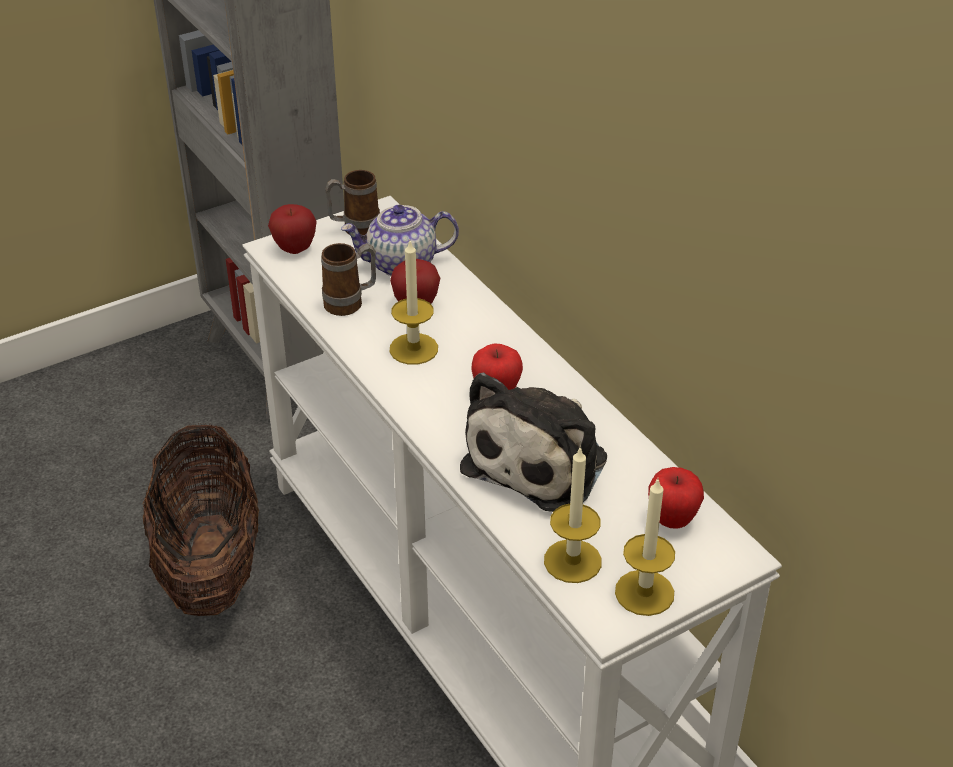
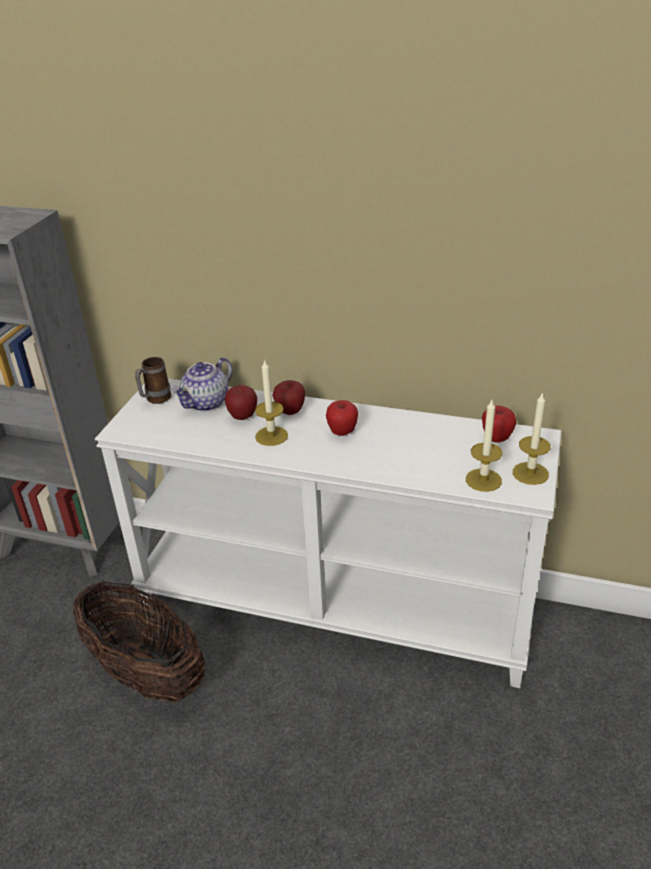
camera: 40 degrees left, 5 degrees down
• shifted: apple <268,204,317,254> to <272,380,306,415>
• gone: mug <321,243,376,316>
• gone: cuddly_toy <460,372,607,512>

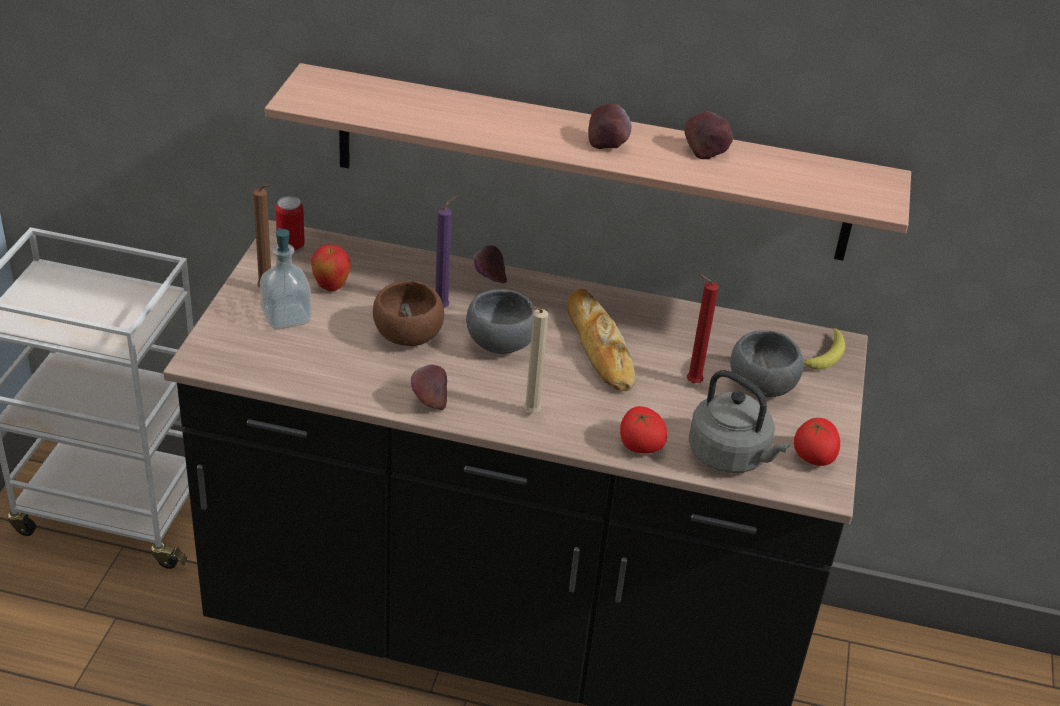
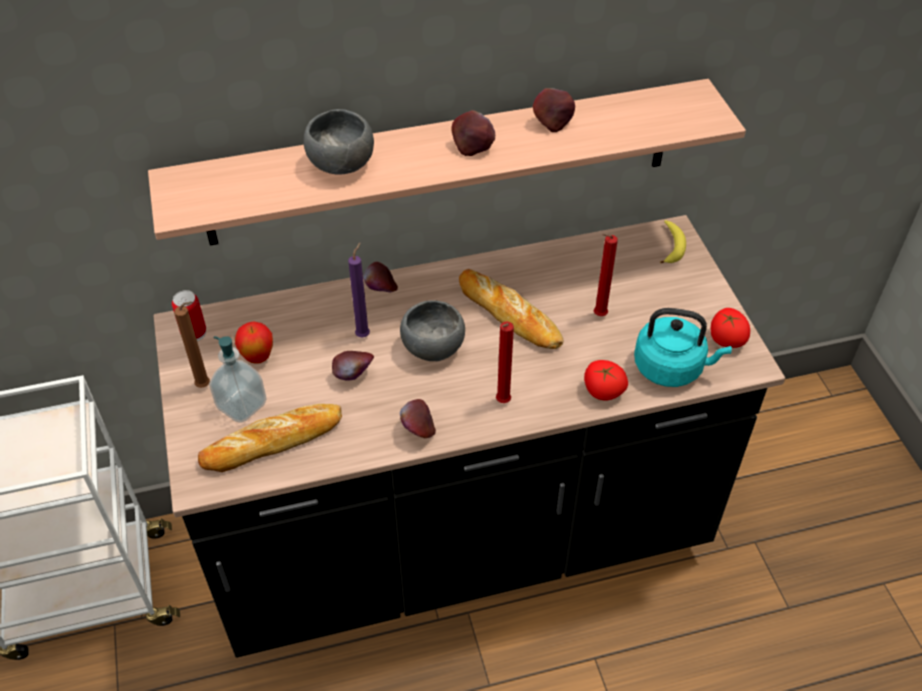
camera: 25 degrees left, 10 degrees up
• swapped: brown_serving_bowl <373,281,444,346> to apple <332,351,374,381>
• repainted: beige_candle <524,306,548,413> to reddish_candle <496,321,514,403>
• repainted: gray_water_kettle <689,370,790,473> to turquoise_water_kettle <634,308,732,387>
• shifted: gray_serving_bowl <730,330,804,397> to <303,109,374,175>
• new: bakery_bread <198,404,342,472>

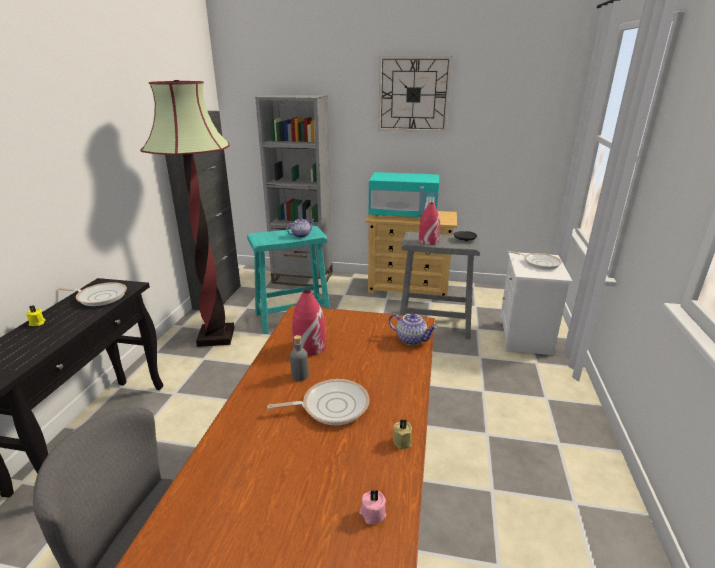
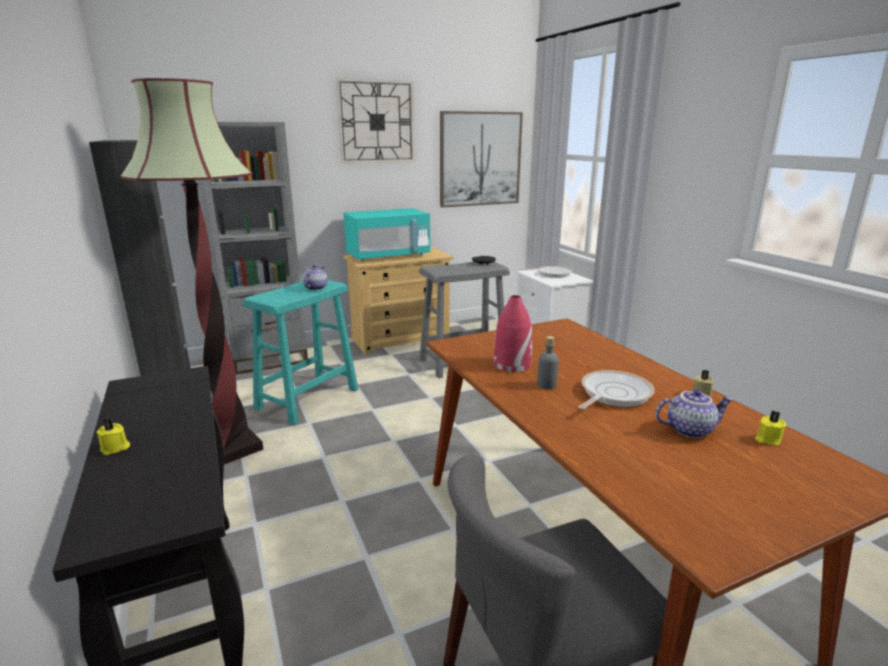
camera: 35 degrees left, 5 degrees down
• gone: skillet <57,282,127,306>
• repainted: pink-coloured_candle <359,489,386,524> to yellowish_candle <755,411,786,446>
• shifted: pot_for_tea <389,313,437,345> to <655,389,733,438>
• gone: reddish_decorative_vase <419,203,440,245>
• new: picture <440,111,523,208>

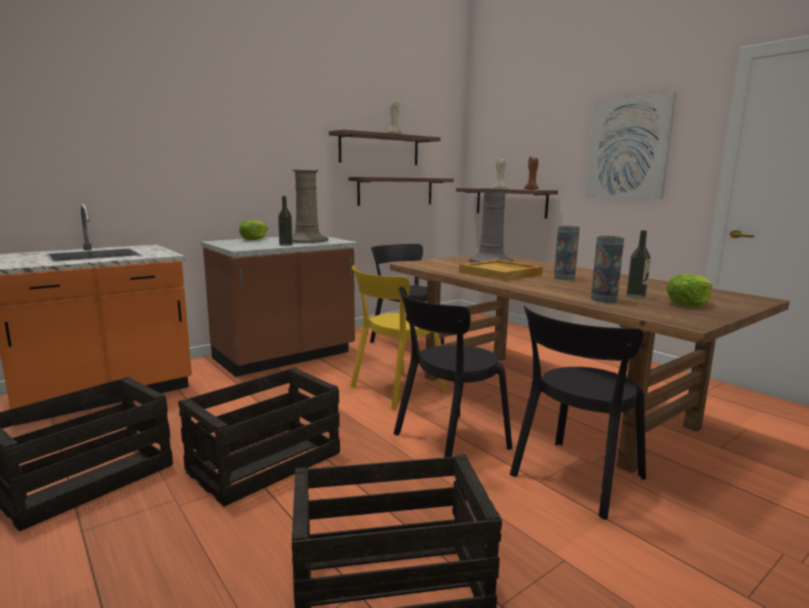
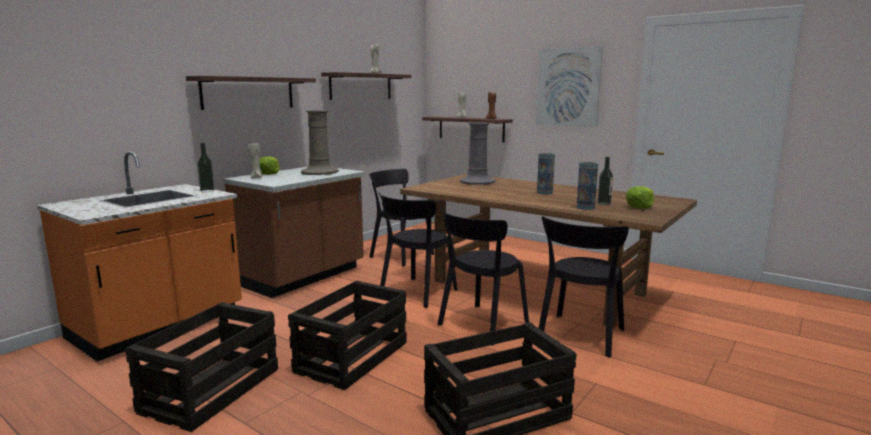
camera: 15 degrees left, 0 degrees up
• shifted: bottle <278,196,293,246> to <197,143,214,192>
• shifted: bracket_shelf <348,177,454,206> to <186,76,316,110>
• repainted: yellowish_upright_chair <350,265,446,410> to blackish_upright_chair <378,193,458,308>
• gone: beige_carrying_tray <459,259,543,281>
• new: beige_candle <248,143,263,178>

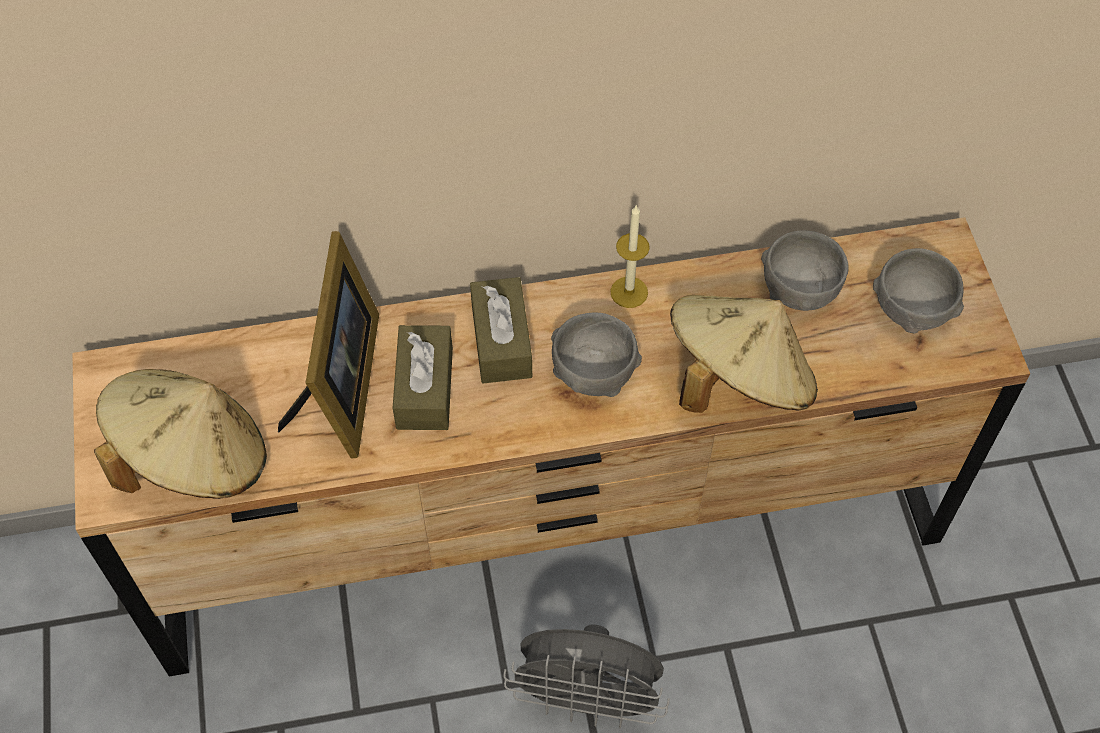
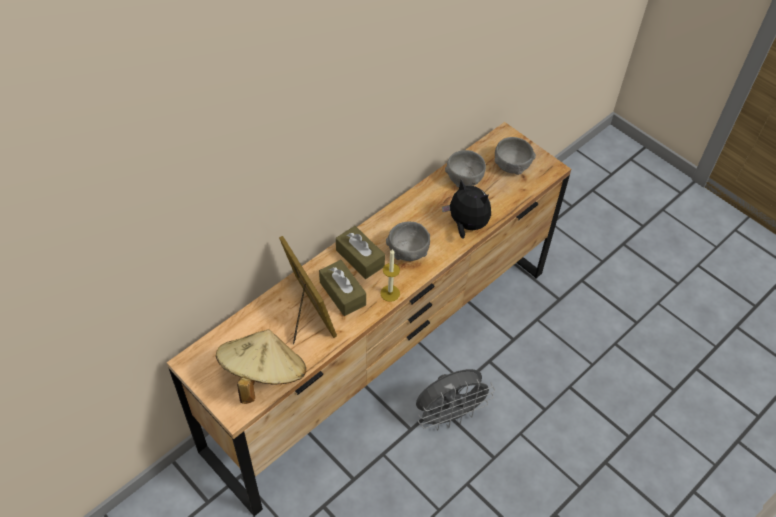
camera: 35 degrees left, 5 degrees down
• shifted: candle <610,206,650,308> to <380,249,400,302>
• swapped: beige_wearable_hat <670,295,818,413> to cuddly_toy <442,180,491,239>

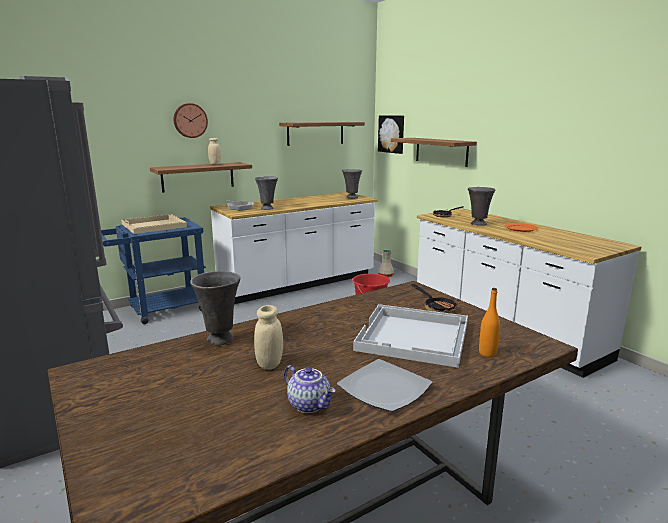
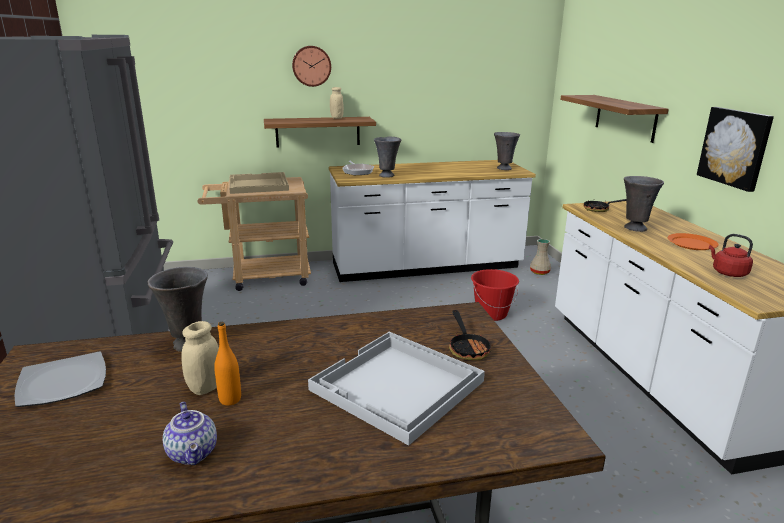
camera: 20 degrees right, 5 degrees up
• repainted: bluish_wheeled_cart <101,217,206,324> to beige_wheeled_cart <198,177,311,291>
• gone: bracket_shelf <279,122,365,146>
• shifted: plate <337,359,432,412> to <14,351,106,407>
• shifted: picture <378,115,404,154> to <697,107,774,192>
• shifted: orangey_bottle <479,288,500,357> to <214,322,241,406>
• new: reddish_water_kettle <709,234,753,277>

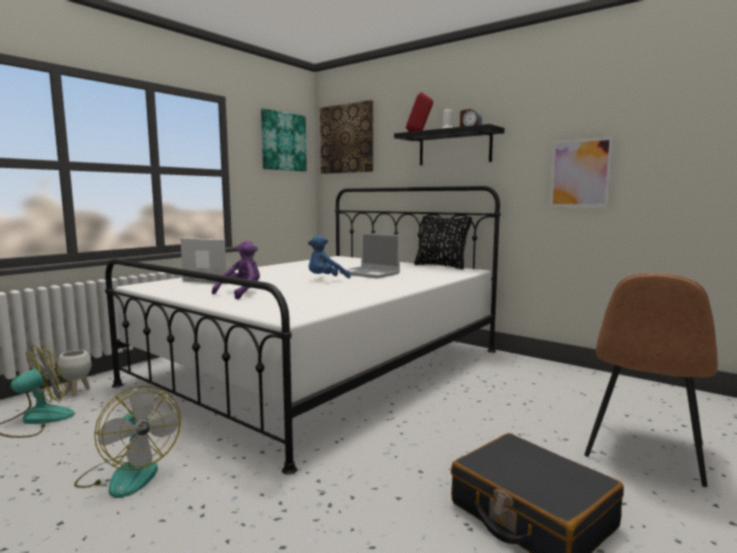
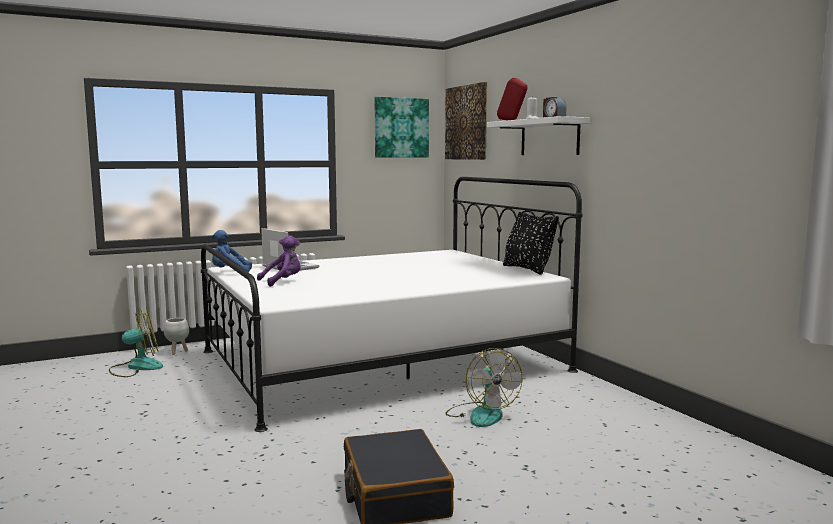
camera: 25 degrees right, 0 degrees up
• shifted: electric_fan <74,386,181,498> to <445,348,522,427>
• shifted: bluish_cuddly_toy <308,235,351,278> to <212,230,252,272>
• gone: portable_computer <339,233,400,278>
• repainted: blackish_bracket_shelf <394,124,504,165> to white_bracket_shelf <487,116,590,155>
• gone: picture <549,137,614,208>
• gone: brown_upright_chair <584,273,718,487>

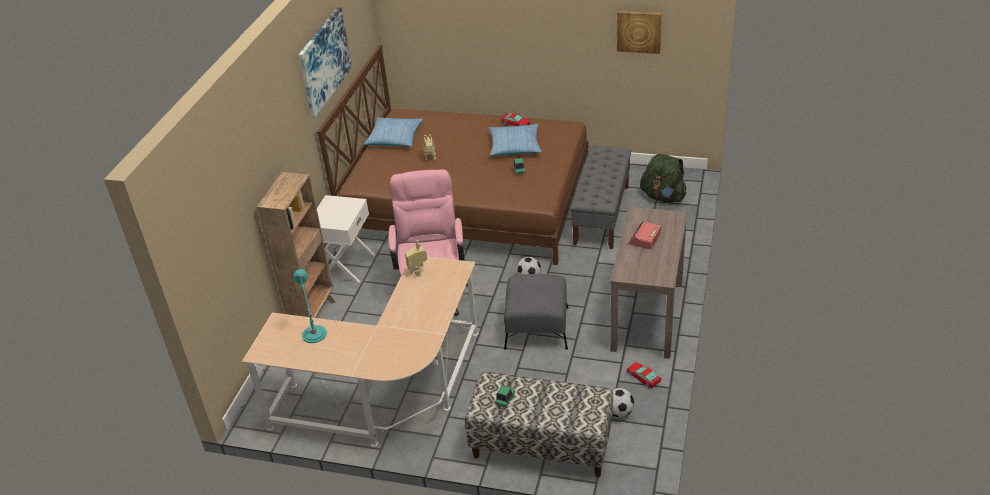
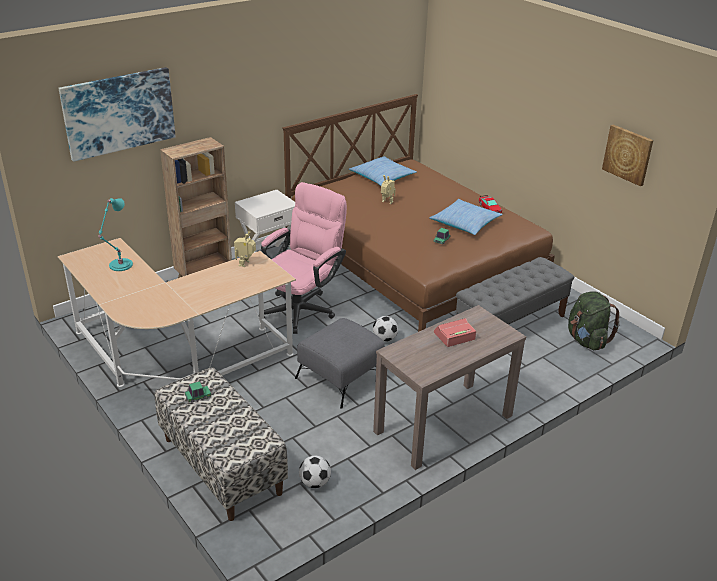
camera: 35 degrees right, 5 degrees down
• shifted: picture <298,7,352,118> to <59,67,176,162>
• gone: miniature_car <627,362,661,388>

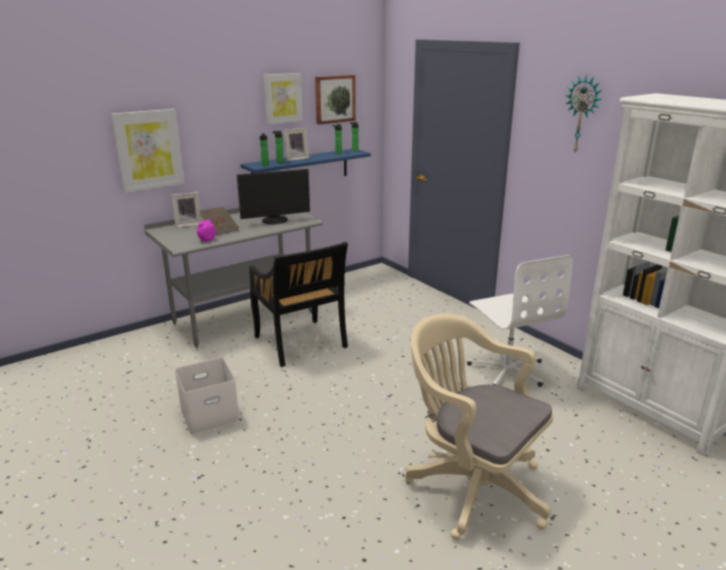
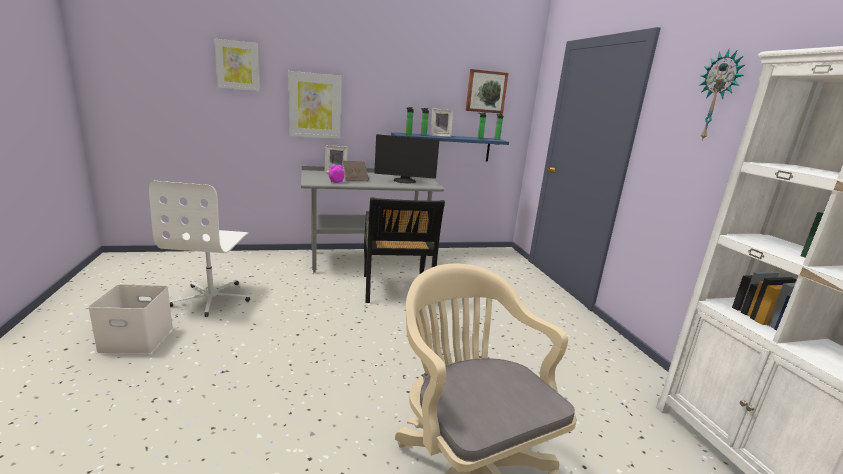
camera: 20 degrees right, 5 degrees down
• shifted: white_storage_box <175,357,240,435> to <88,284,173,354>
• shifted: picture <263,73,303,124> to <214,39,260,91>
• shifted: white_computer_chair <467,255,573,387> to <149,181,250,317>

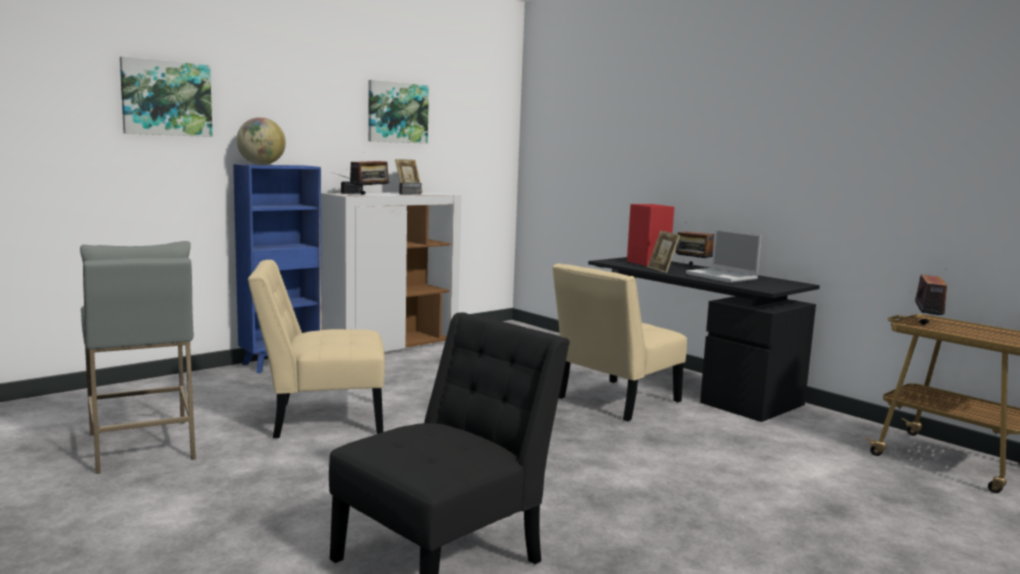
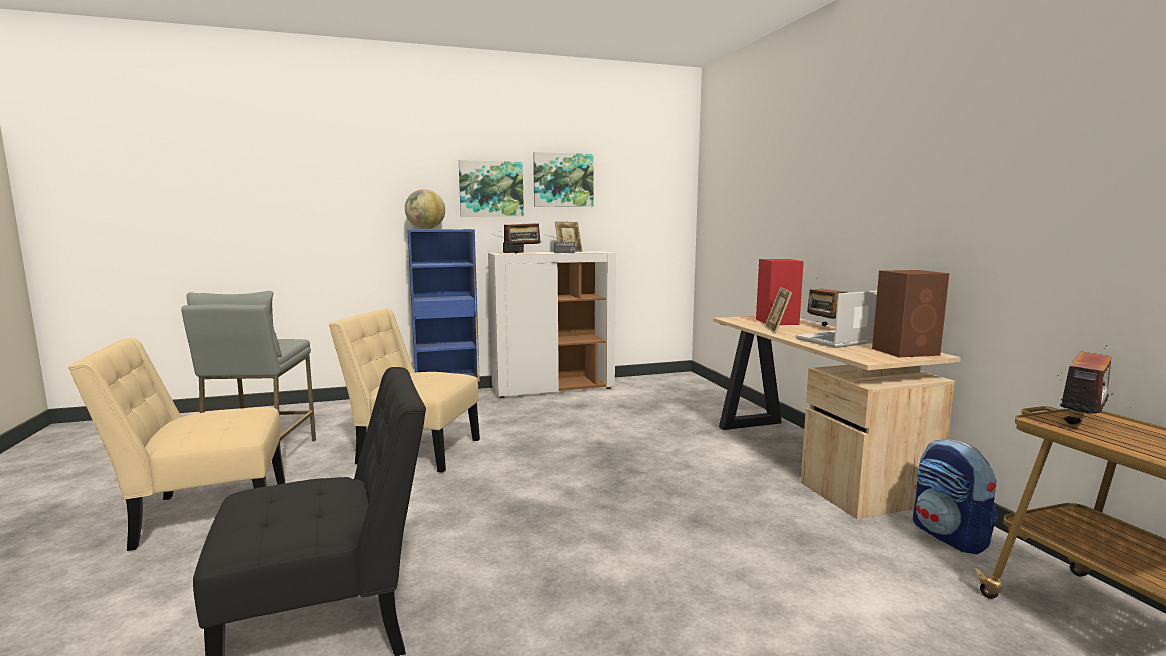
camera: 25 degrees right, 0 degrees up
• shifted: picture <120,56,213,137> to <459,160,524,217>
• shifted: beige_upright_chair <552,263,687,421> to <68,338,285,551>
• repainted: blackish_desk <588,257,820,422> to beige_desk <713,316,961,519>
• rotated: portable_computer <686,229,761,283> = <796,290,877,348> 75 degrees clockwise
• new: brown_loudspeaker <872,270,949,357>
• new: knapsack <913,439,997,554>

